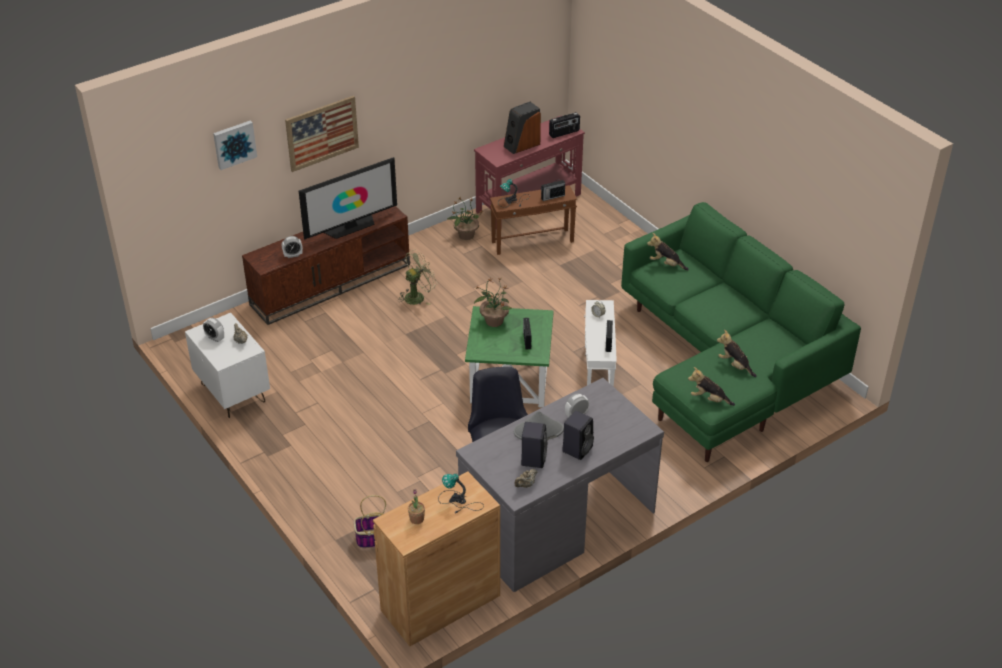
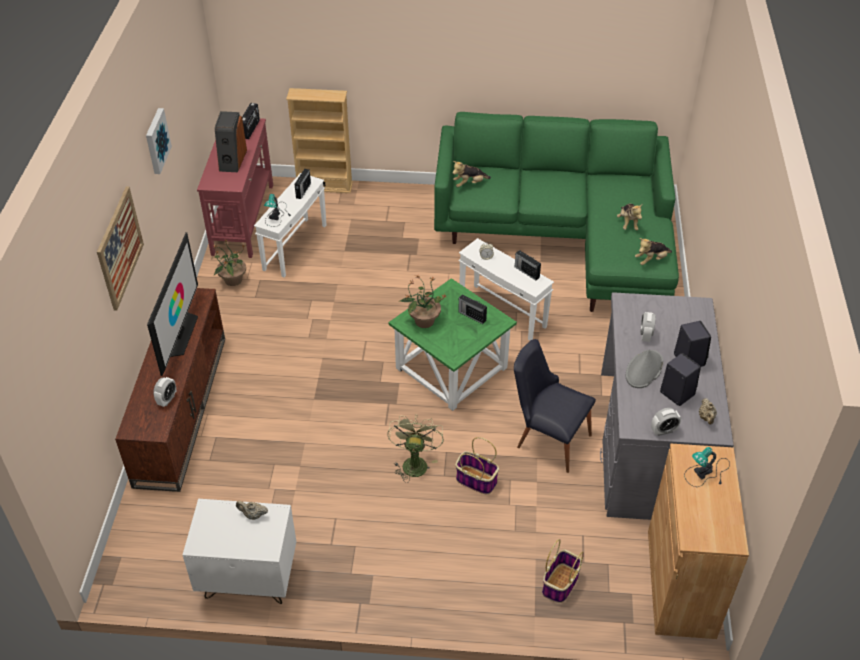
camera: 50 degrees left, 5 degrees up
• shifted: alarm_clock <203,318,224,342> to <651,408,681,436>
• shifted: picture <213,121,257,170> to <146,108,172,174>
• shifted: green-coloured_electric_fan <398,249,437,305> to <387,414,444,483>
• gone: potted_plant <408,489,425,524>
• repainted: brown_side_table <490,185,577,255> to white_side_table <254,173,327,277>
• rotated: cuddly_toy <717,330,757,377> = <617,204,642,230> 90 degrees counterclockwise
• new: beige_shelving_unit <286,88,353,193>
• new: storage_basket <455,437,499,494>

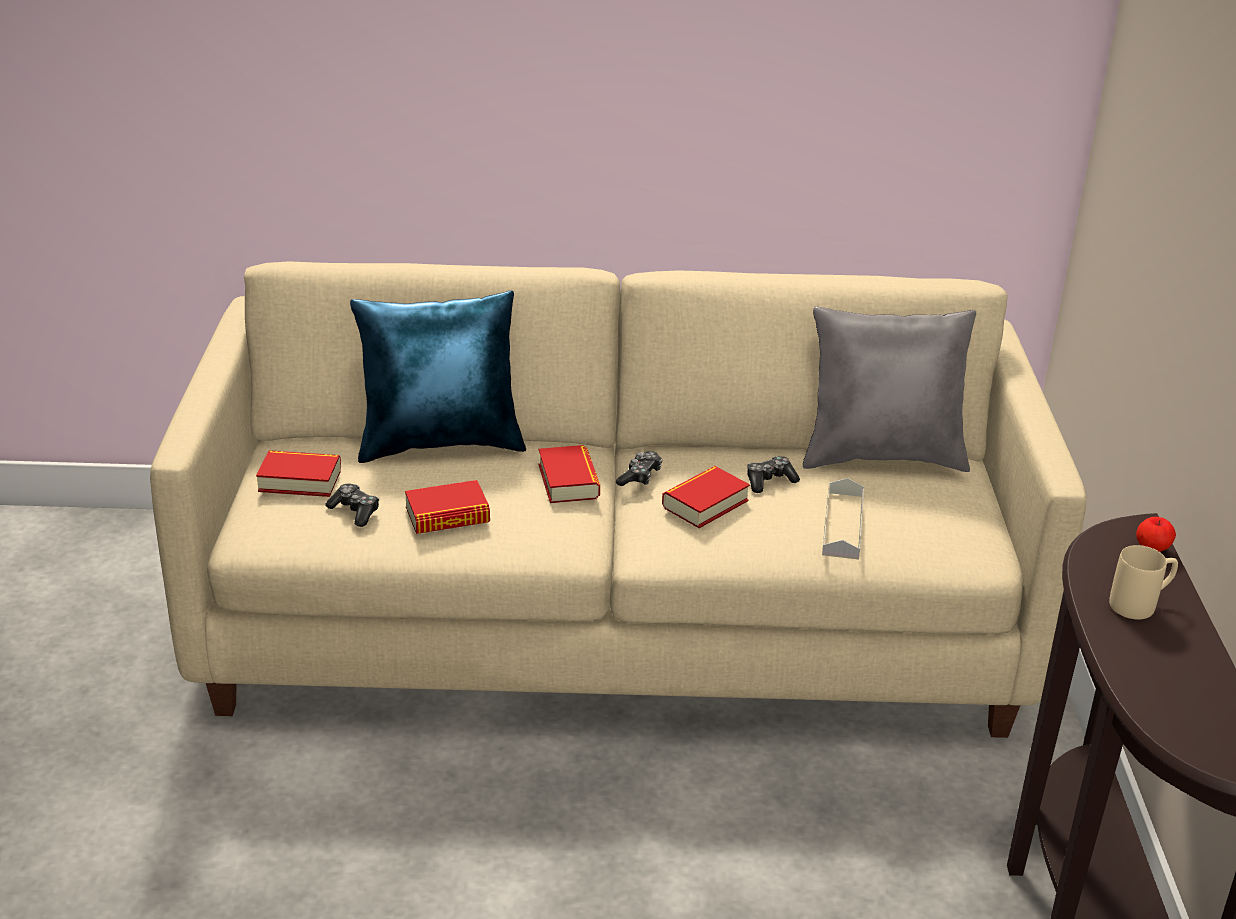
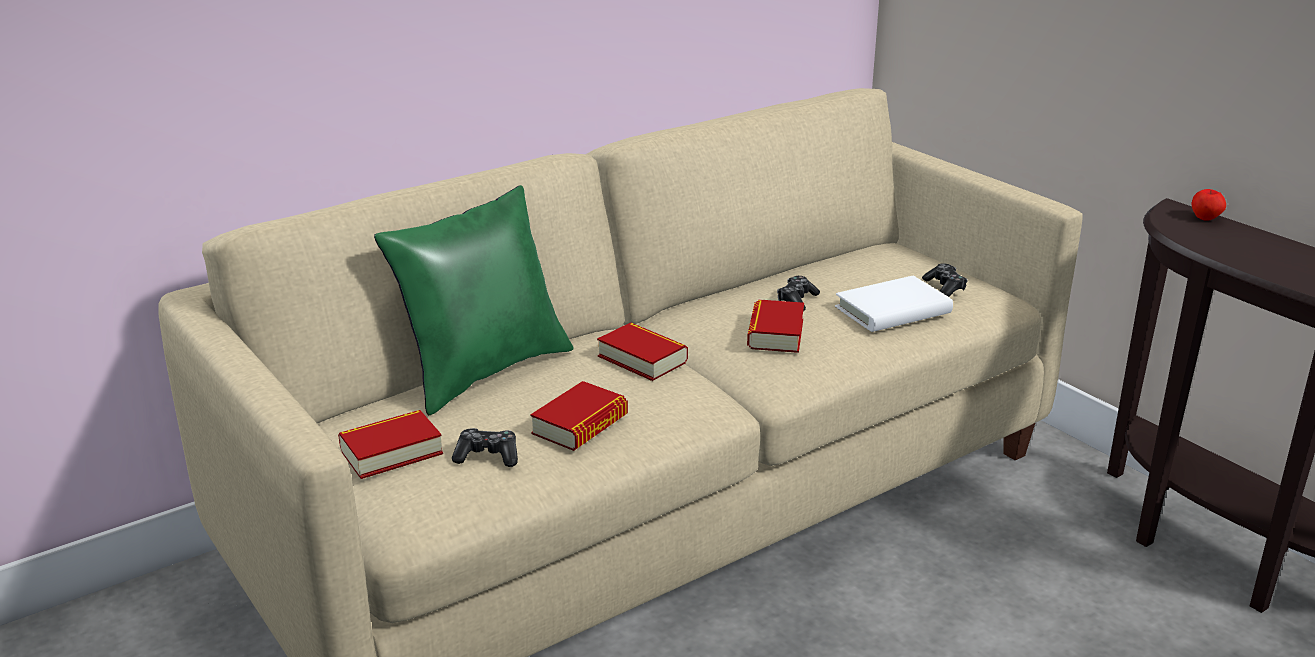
camera: 35 degrees left, 5 degrees down
• repainted: bluish_throw_pillow <350,290,526,463> to green-coloured_throw_pillow <374,185,574,415>
• shifted: game_controller <616,451,662,486> to <922,263,968,297>
• gone: gray_throw_pillow <803,307,976,472>
• swapped: gray_carrying_tray <822,478,864,560> to white_volume <835,276,953,332>
• gone: beige_mug <1109,545,1178,619>

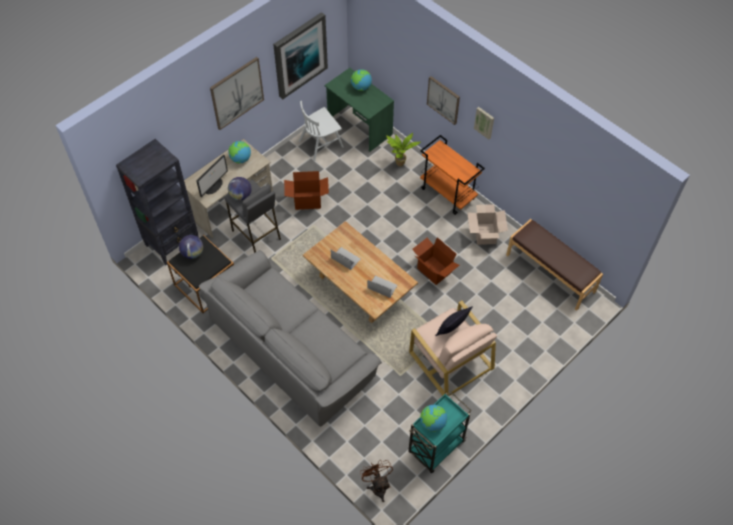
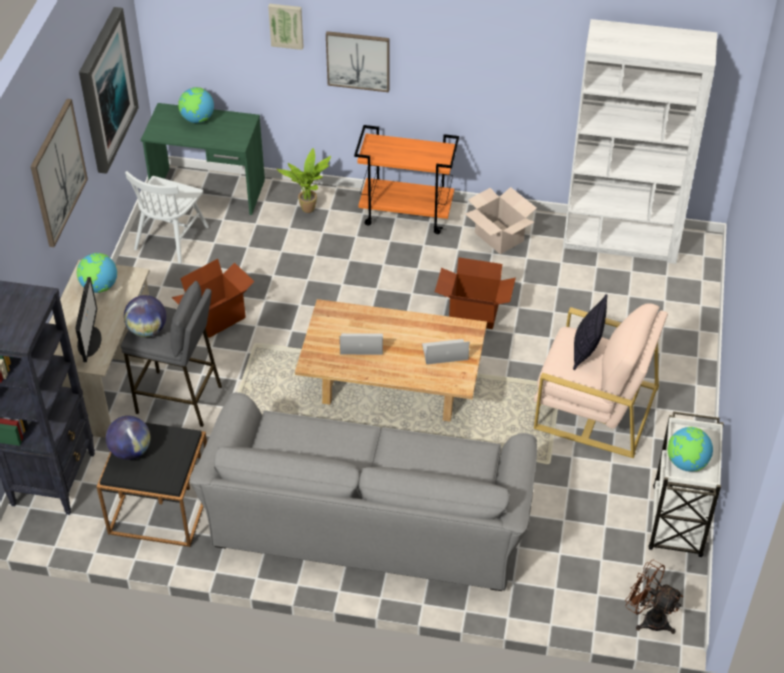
camera: 35 degrees left, 10 degrees down
• repainted: turquoise_wheeled_cart <408,392,472,473> to white_wheeled_cart <648,411,724,557>
• shifted: picture <474,107,494,140> to <268,4,304,50>
• swapped: brown_bench <506,219,603,311> to white_shelving_unit <563,19,717,264>

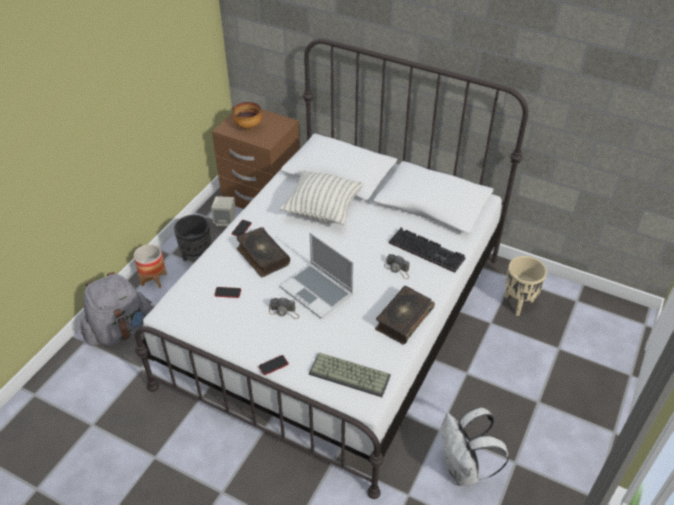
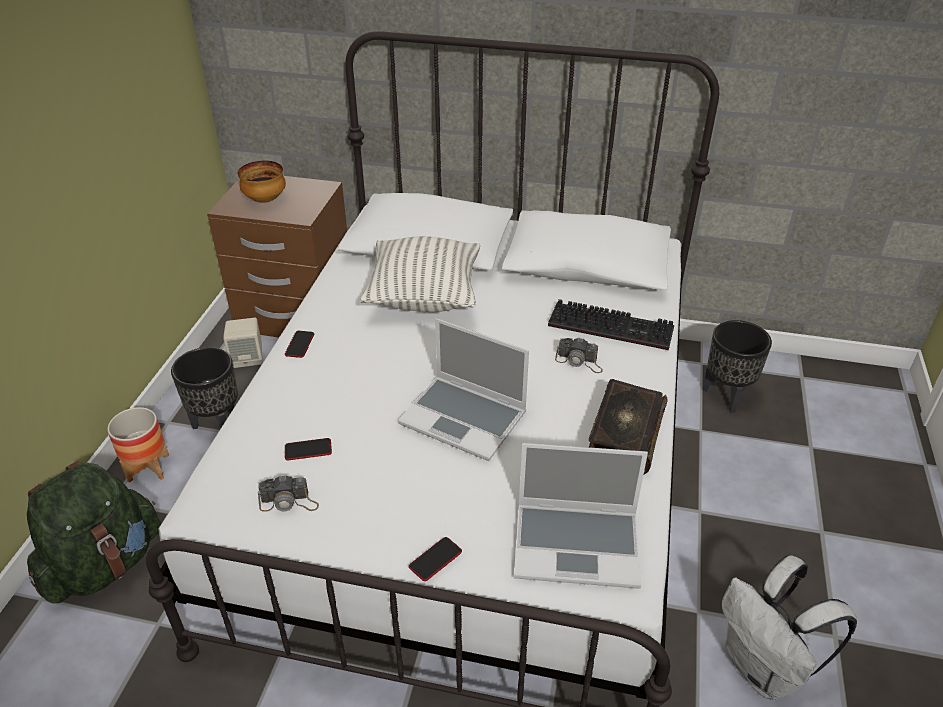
camera: 15 degrees left, 5 degrees down
• repainted: gray_knapsack <80,272,152,346> to green-coloured_knapsack <27,461,161,603>
• gone: volume <236,227,290,277>
• shifted: photo_camera <269,298,299,319> to <258,475,319,512>
• swapped: computer_keyboard <309,352,391,397> to portable_computer <514,443,648,589>
• repainted: beige_plant_pot <504,256,547,316> to blackish_plant_pot <703,320,772,413>

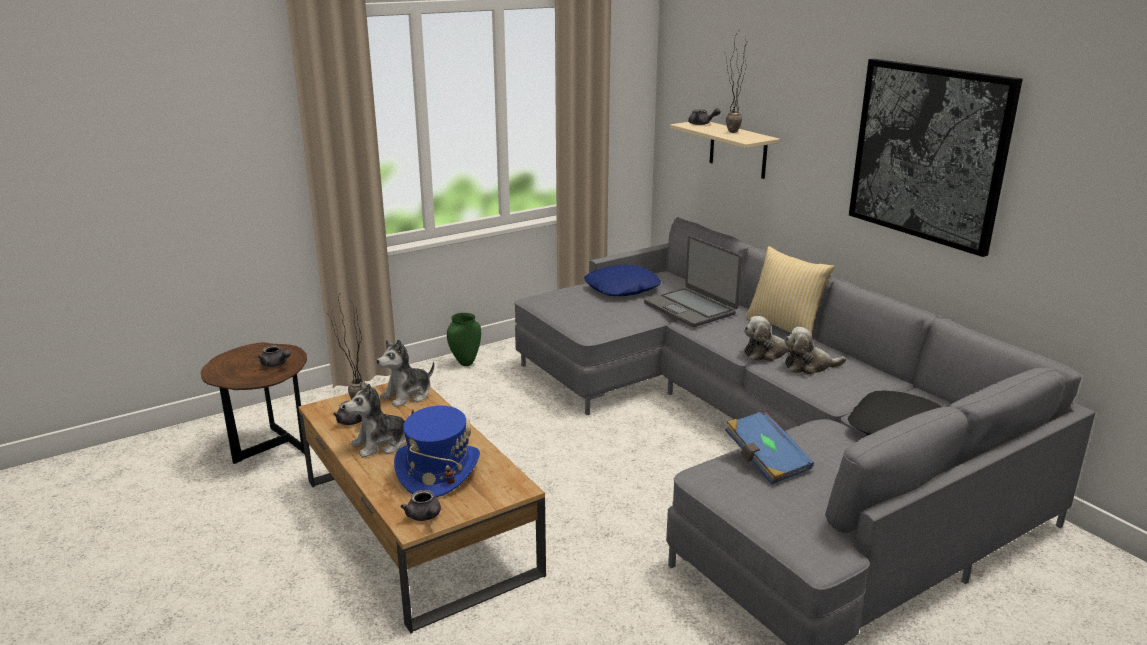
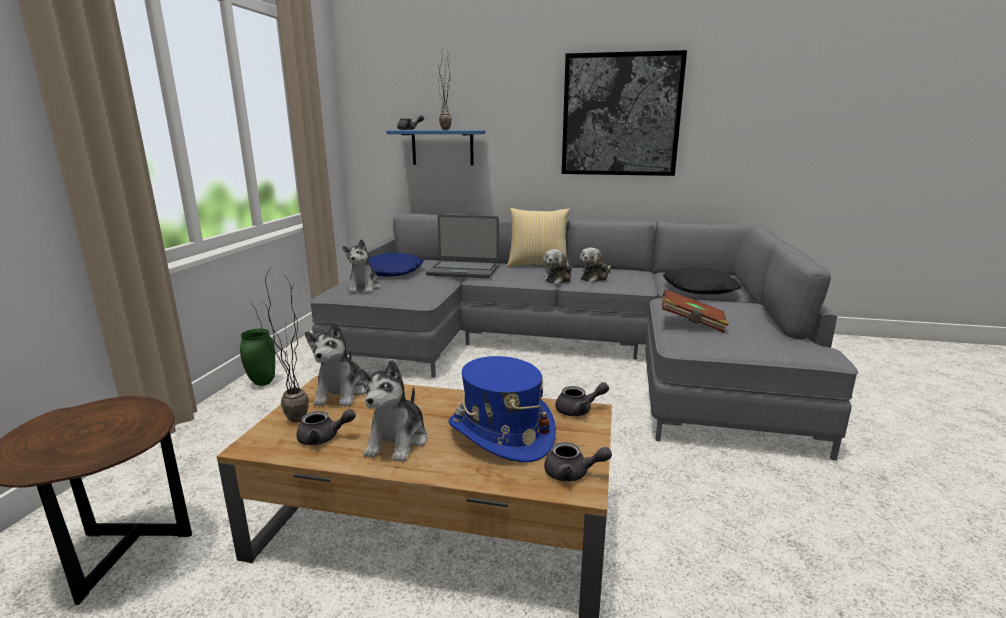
camera: 45 degrees left, 5 degrees down
• shifted: gray_pot_for_tea <258,345,291,367> to <555,382,609,416>
• repainted: beige_bracket_shelf <670,122,780,179> to bluish_bracket_shelf <386,130,485,166>
• repainted: bluish_volume <725,410,814,485> to brown_volume <662,289,729,333>
• new: cuddly_toy <342,239,380,293>

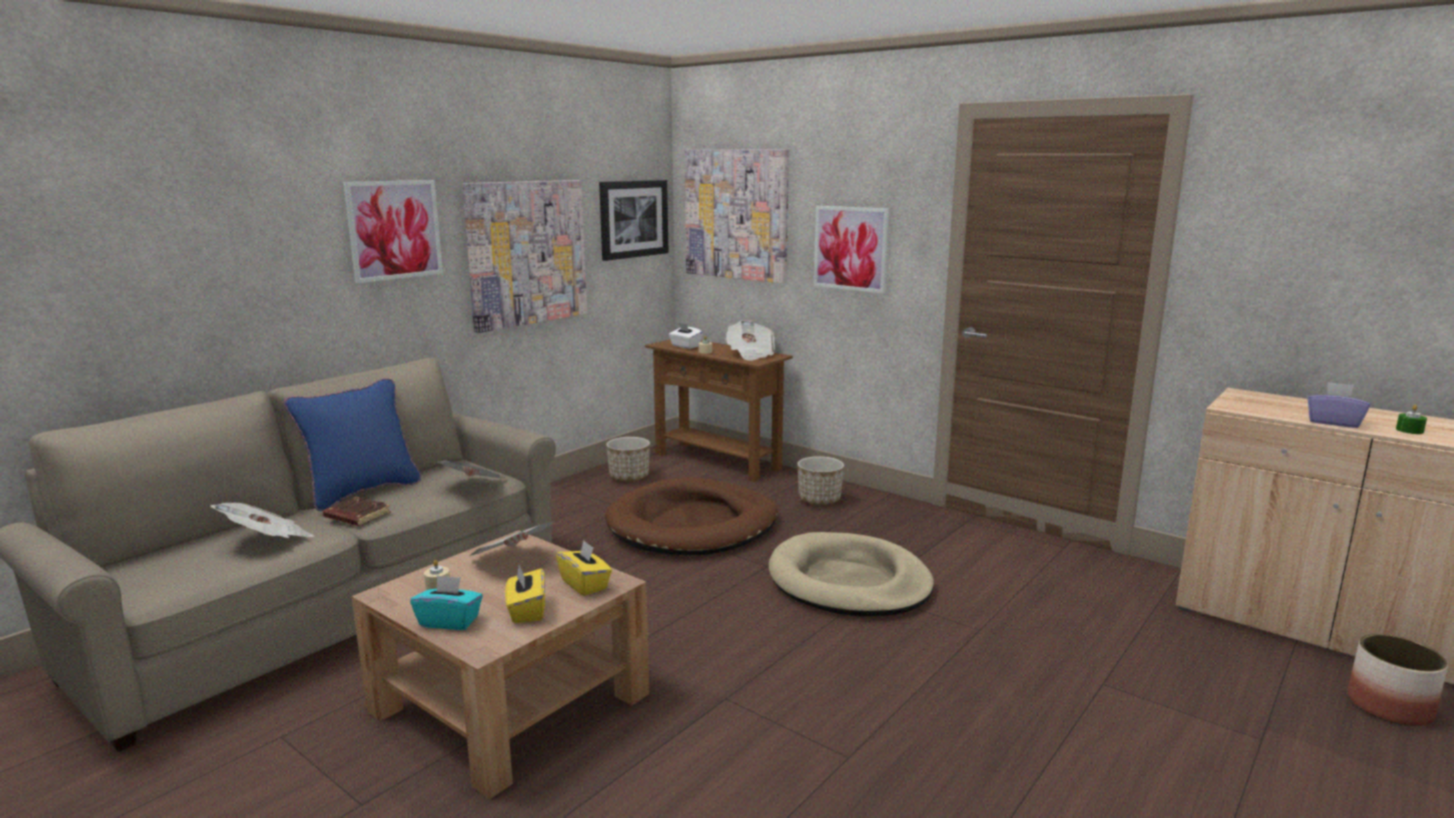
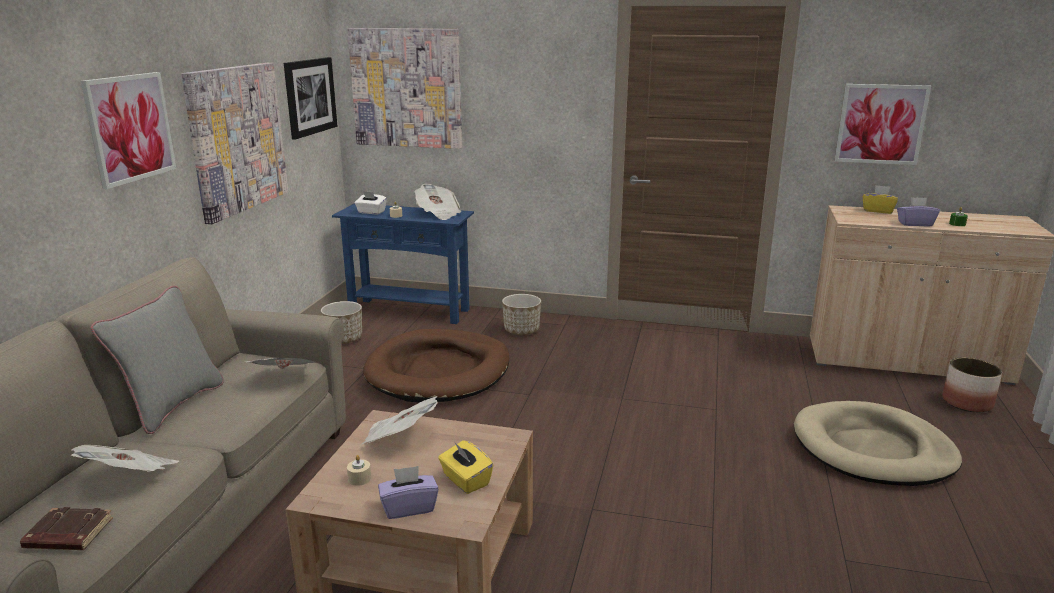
camera: 25 degrees left, 5 degrees up
• repainted: bluish_throw_pillow <284,378,421,511> to gray_throw_pillow <90,286,224,434>
• shifted: brown_volume <323,497,391,526> to <20,507,113,550>
• repainted: turquoise_box_of_tissues <410,575,483,630> to purplish_box_of_tissues <378,466,439,519>
• shifted: yellowish_box_of_tissues <556,540,612,596> to <863,185,898,214>
• repainted: brown_narrow_table <645,339,793,482> to bluish_narrow_table <332,203,474,324>
• shifted: beige_dog_cushion <769,532,934,617> to <794,401,962,486>
• shifted: picture <814,206,889,293> to <835,84,931,165>

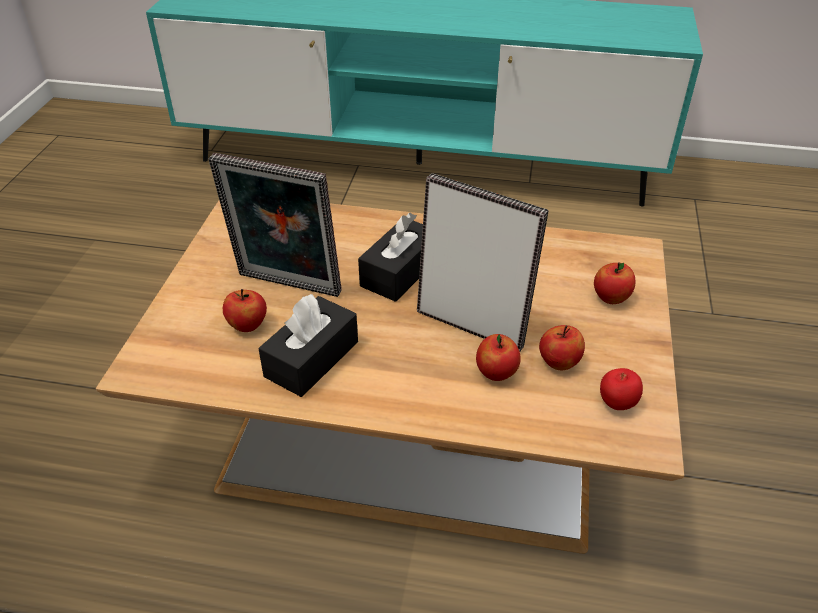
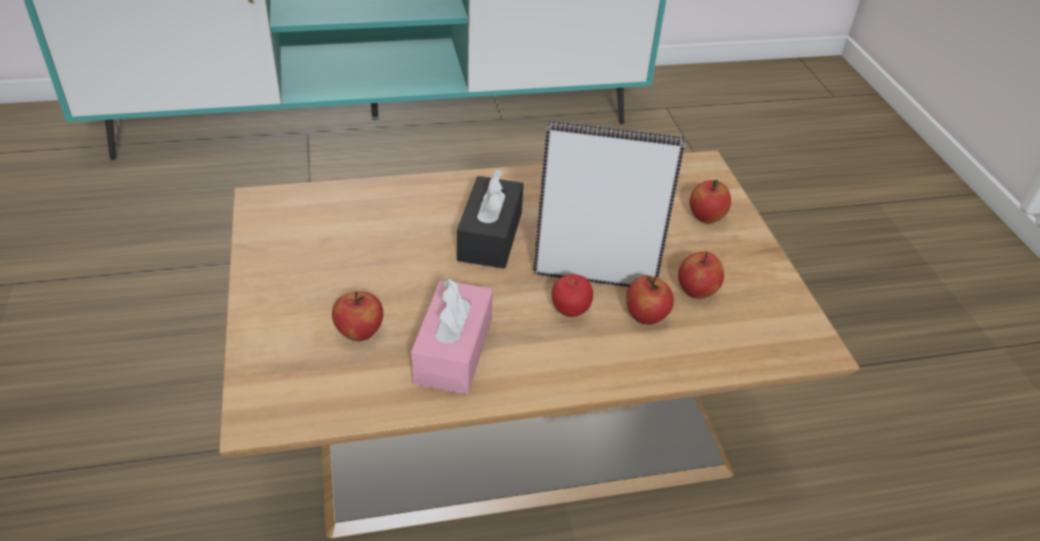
camera: 25 degrees left, 0 degrees up
• gone: picture_frame <208,153,342,297>
• repainted: blackish_box_of_tissues <258,294,358,397> to pink-coloured_box_of_tissues <411,278,493,394>
• shifted: apple <600,368,643,410> to <551,274,593,317>

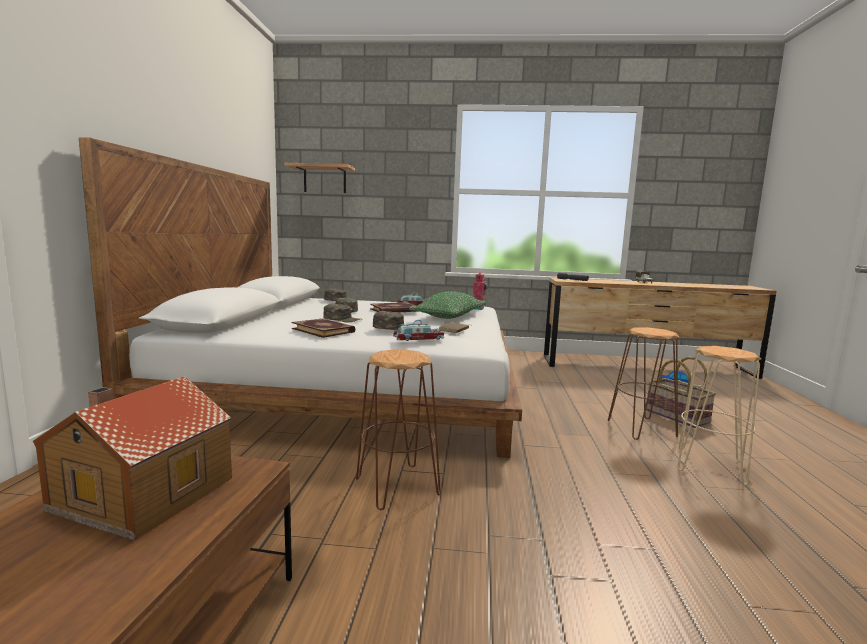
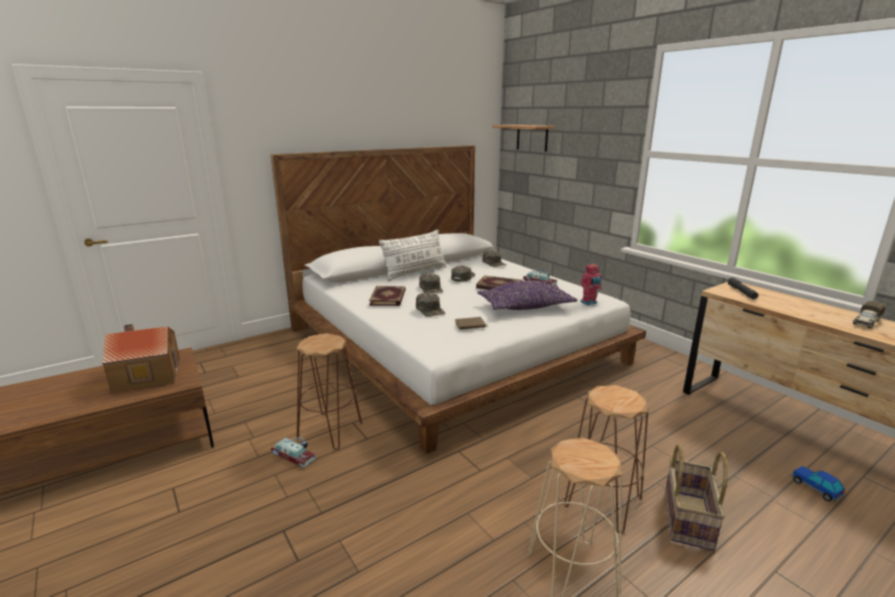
camera: 50 degrees right, 10 degrees up
• shifted: miniature_car <393,320,444,341> to <271,437,317,468>
• repainted: green-coloured_throw_pillow <409,291,487,319> to purplish_throw_pillow <477,281,577,310>
• new: white_throw_pillow <379,230,447,281>

